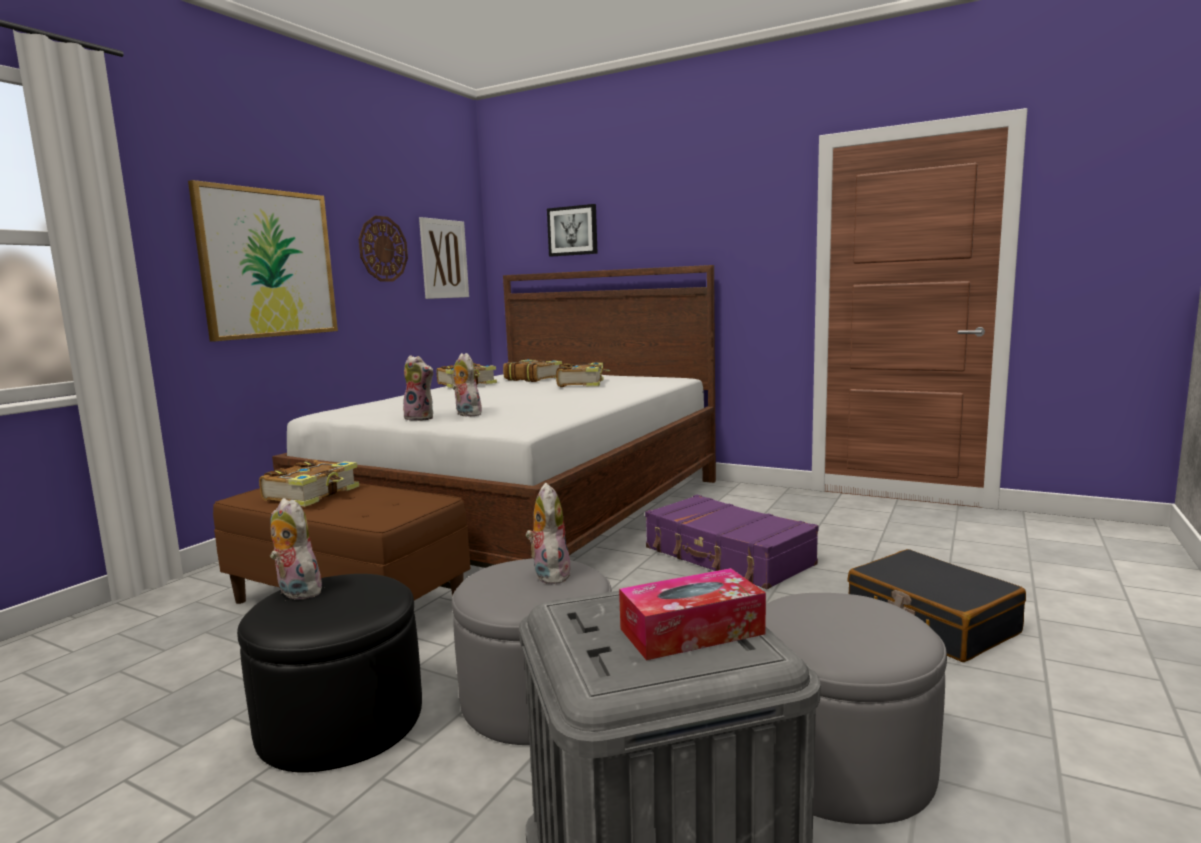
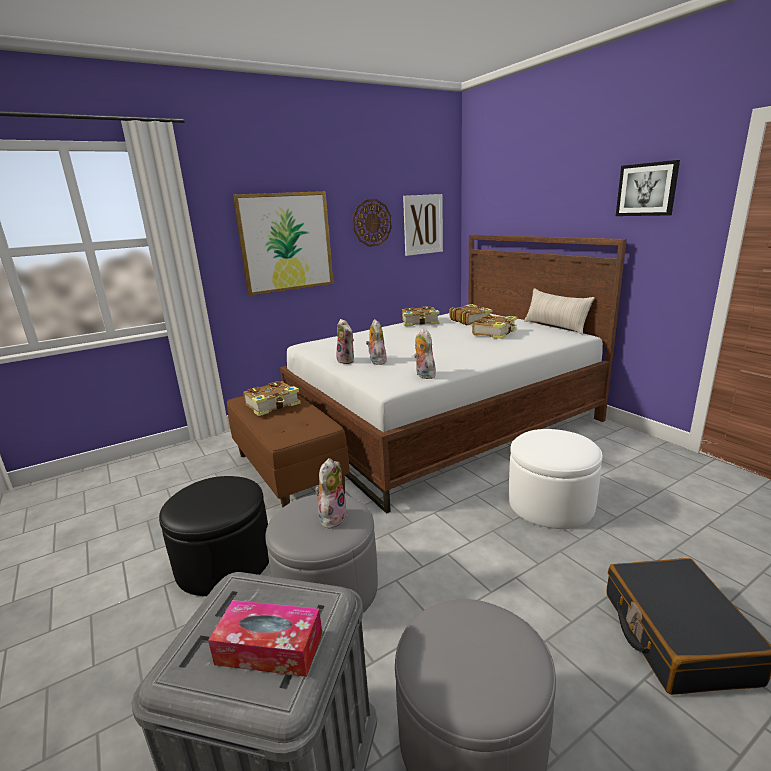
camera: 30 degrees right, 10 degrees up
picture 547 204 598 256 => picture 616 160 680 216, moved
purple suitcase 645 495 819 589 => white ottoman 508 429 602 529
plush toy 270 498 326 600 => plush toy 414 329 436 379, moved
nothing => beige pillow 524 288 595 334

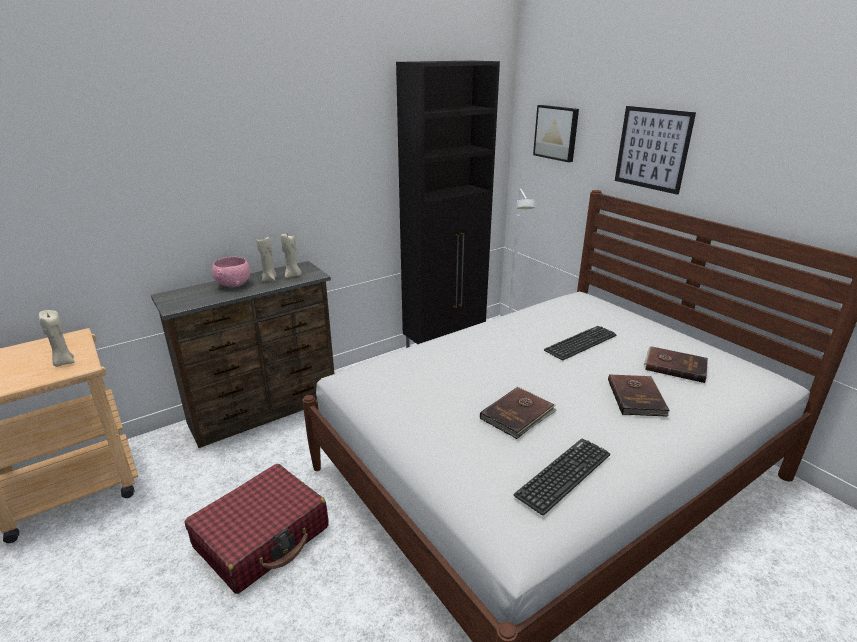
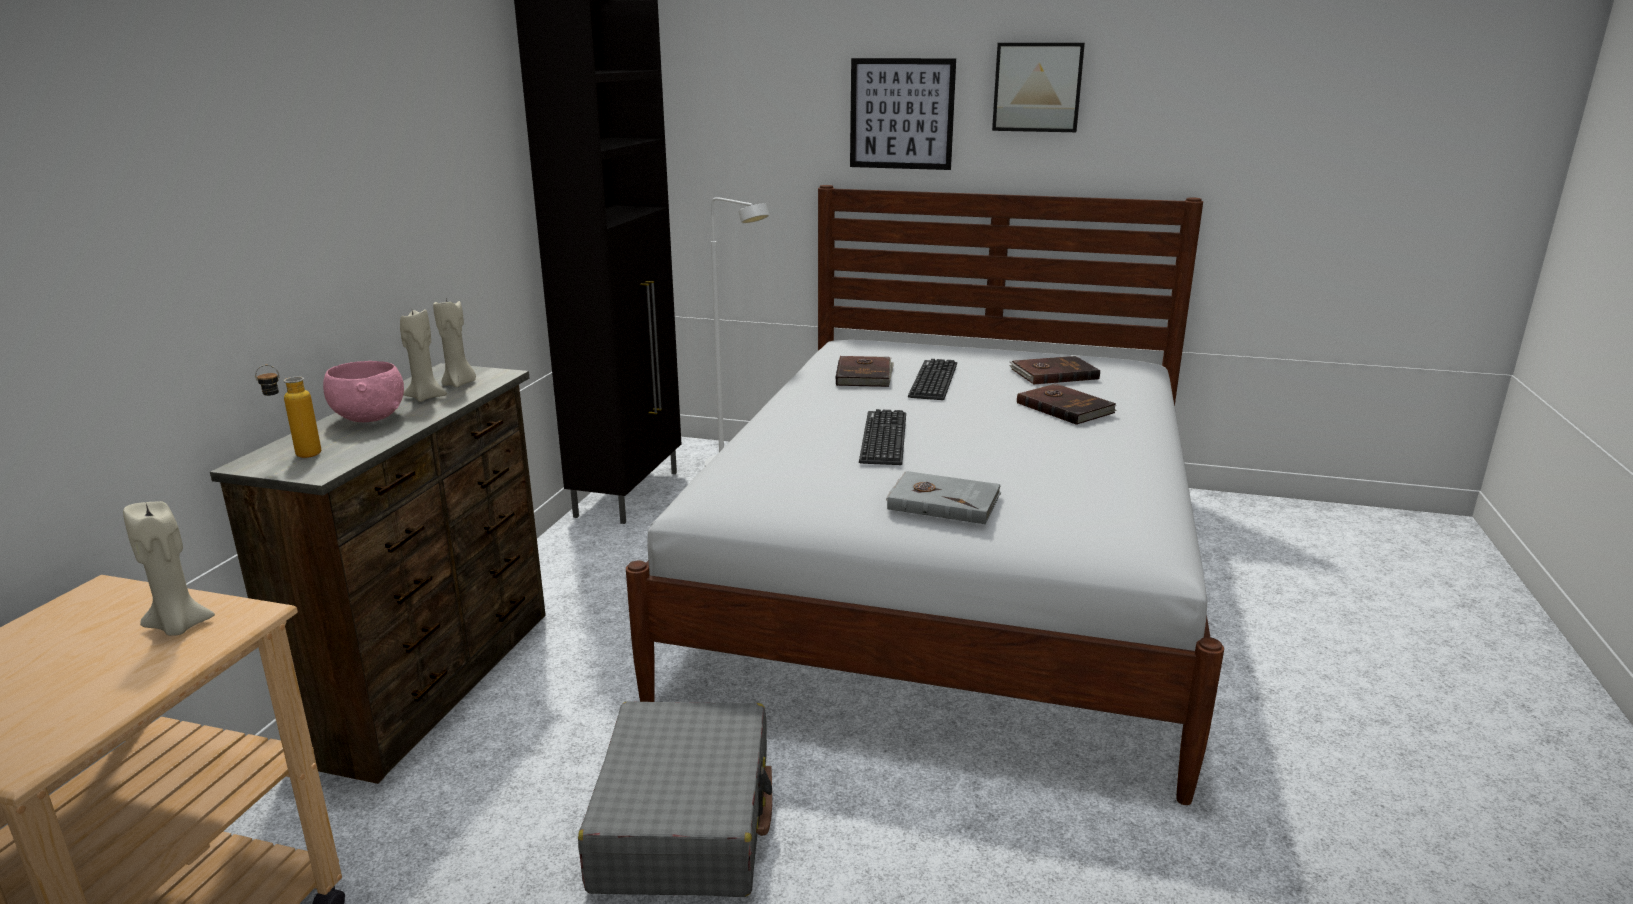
camera: 40 degrees left, 5 degrees down
picture 533 105 579 162 => picture 992 43 1085 132, moved
brown book 480 387 557 439 => brown book 835 356 894 387, moved
keyboard 514 439 610 515 => keyboard 859 409 906 465, moved
red suitcase 185 464 329 594 => grey suitcase 578 701 772 897
nothing => bottle 255 365 321 458
nothing => grey book 886 471 1002 524

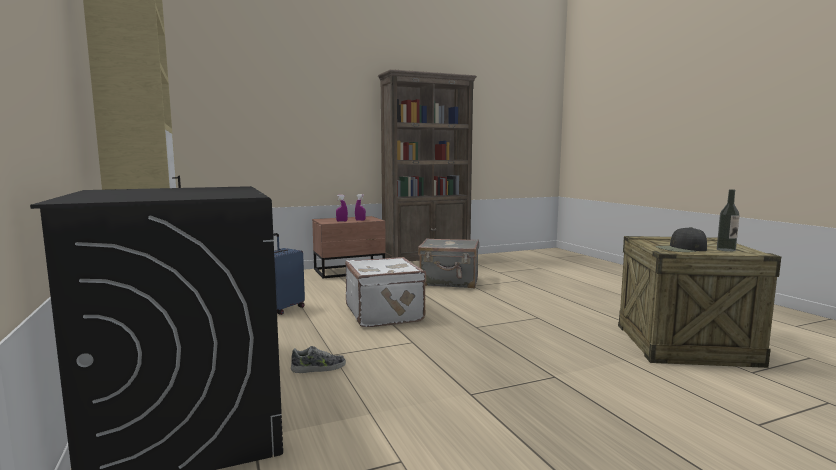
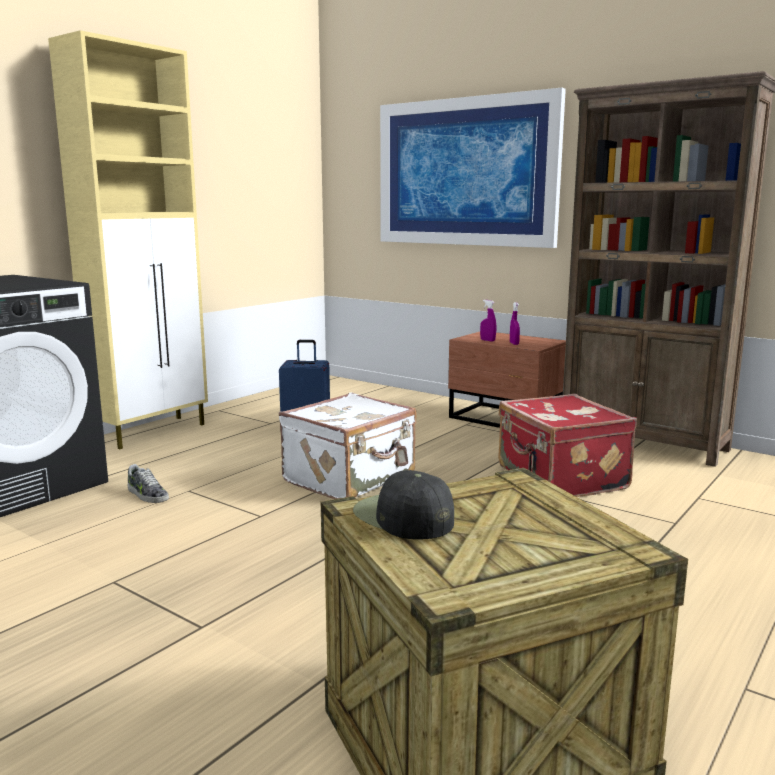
camera: 60 degrees right, 5 degrees up
bottle 717 189 740 252 => nothing
grey suitcase 418 238 479 288 => red suitcase 498 394 637 497
nothing => picture 380 88 566 248

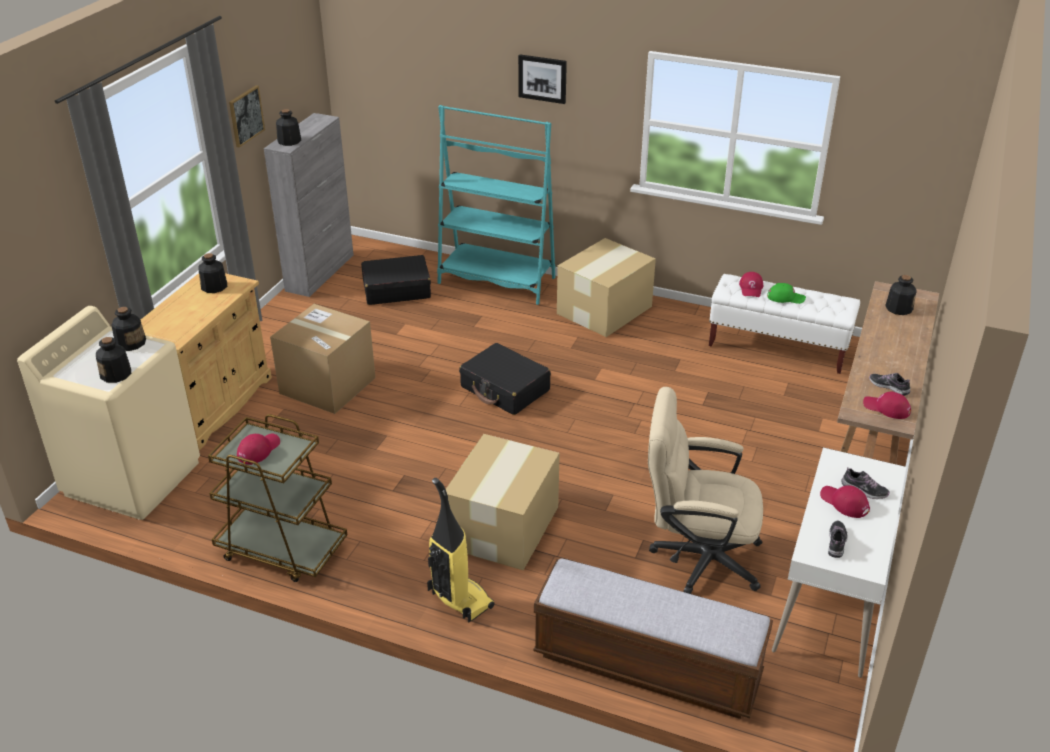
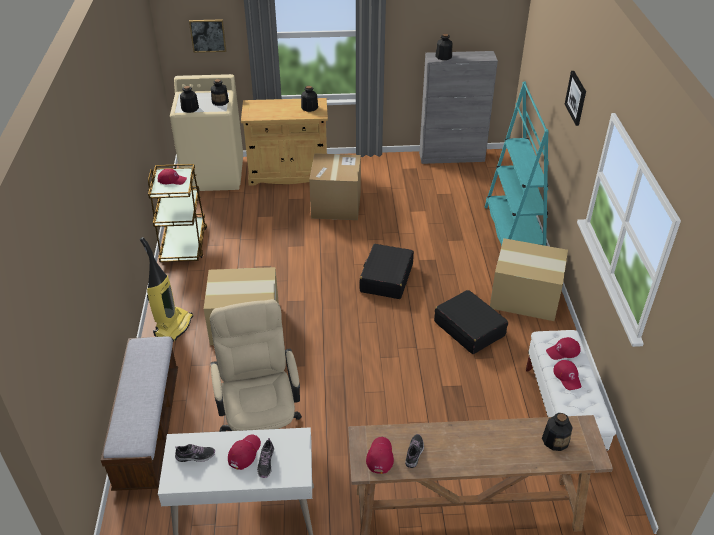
camera: 65 degrees right, 5 degrees up
picture 229 85 265 148 => picture 189 19 227 53, moved
black suitcase 361 255 431 305 => black suitcase 434 290 508 354, moved
green cap 767 283 806 304 => red cap 553 360 581 390

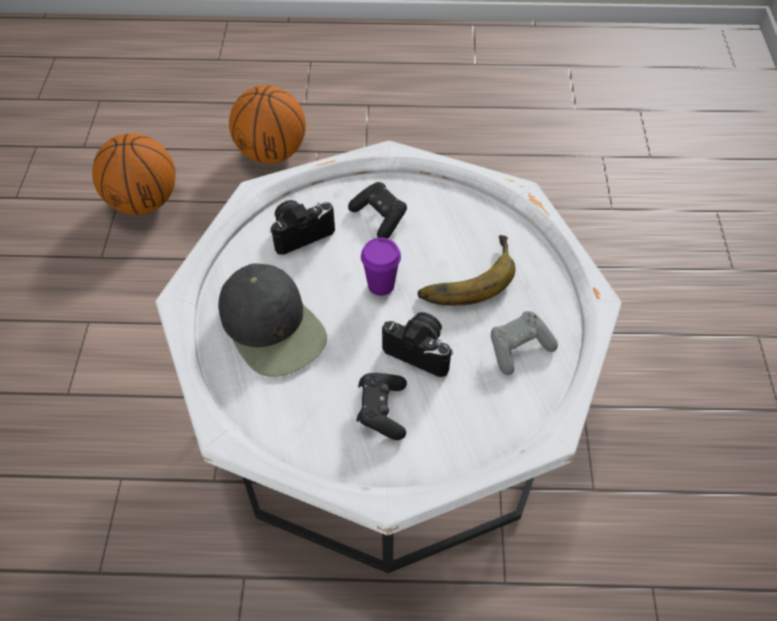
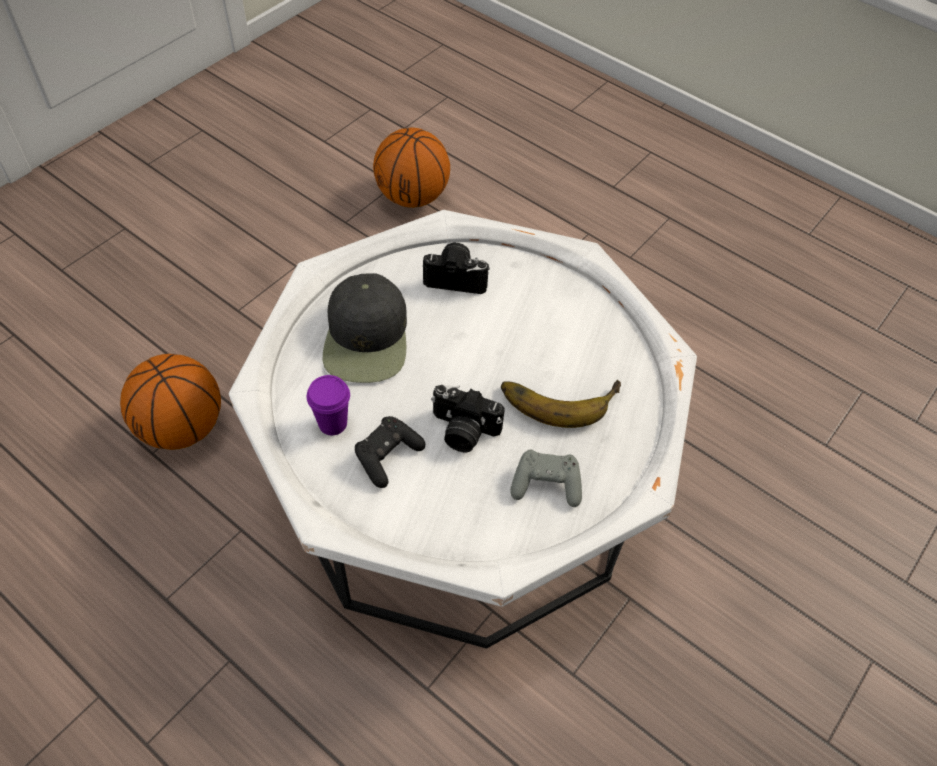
camera: 35 degrees right, 0 degrees up
basketball 229 85 306 164 => basketball 120 354 221 450, moved
black game controller 348 182 407 239 => nothing
purple cup 361 238 401 296 => purple cup 307 375 350 435, moved
photo camera 382 312 453 377 => photo camera 431 385 505 452, 135 degrees clockwise

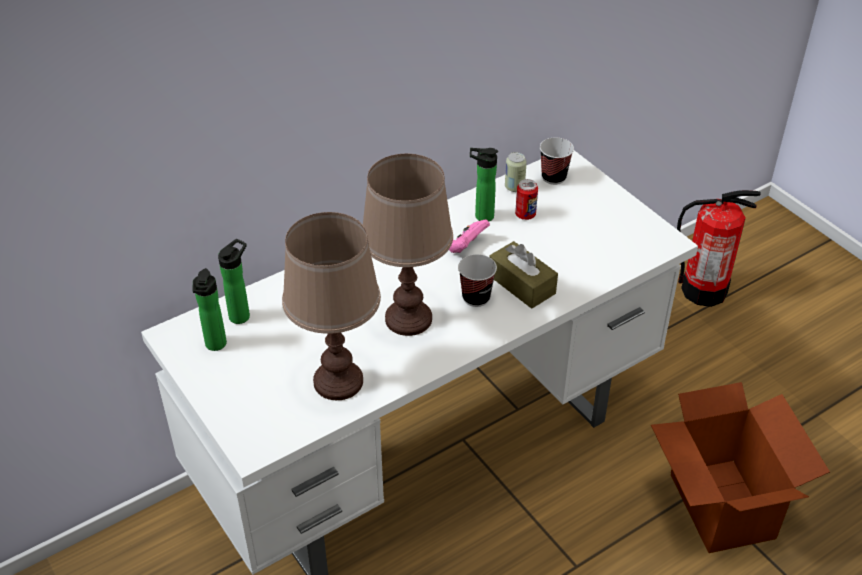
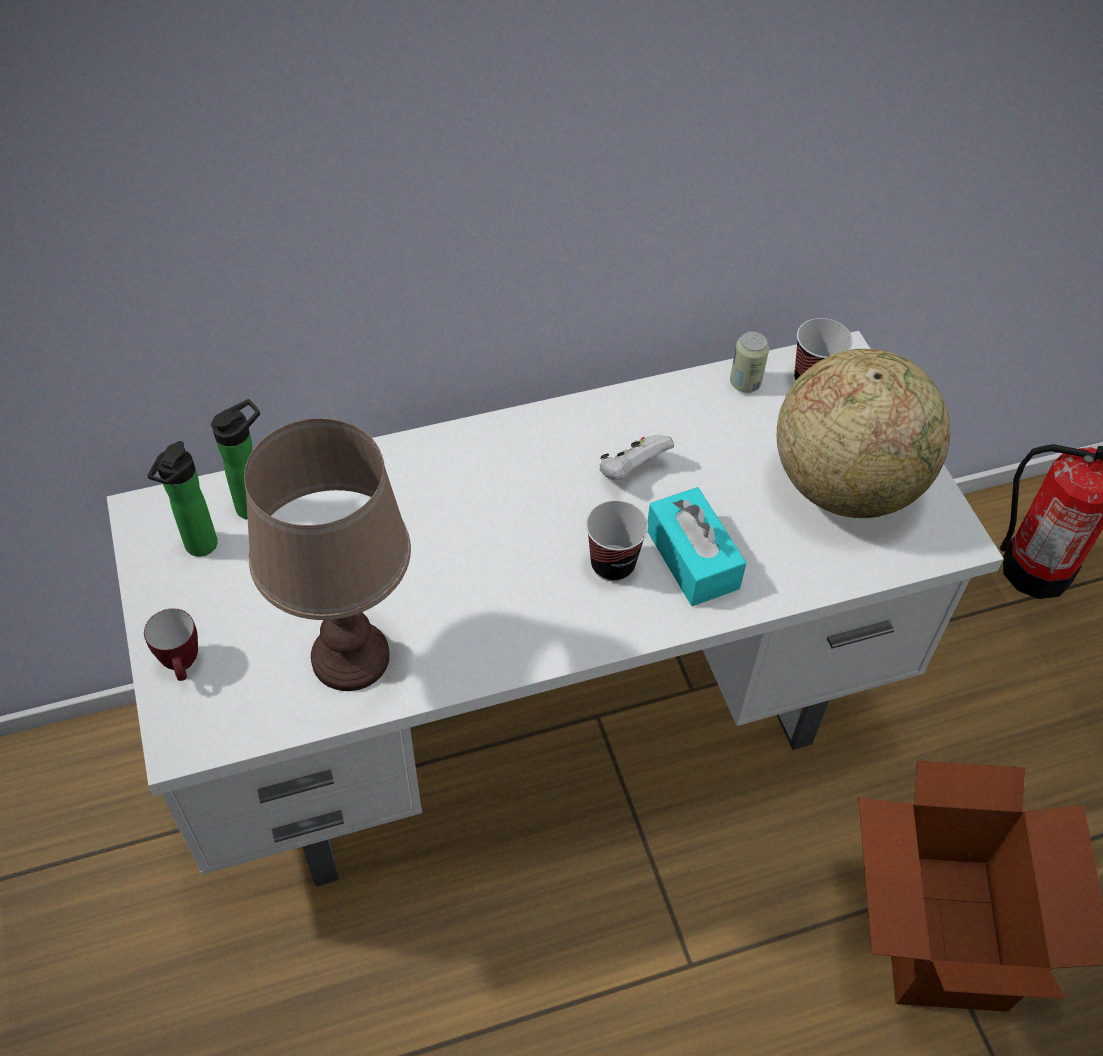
camera: 15 degrees right, 10 degrees up
bottle 470 148 498 222 => nothing
brown table lamp 363 154 453 336 => nothing
can 515 179 538 220 => nothing
pink game controller 447 219 490 253 => white game controller 600 435 674 480
brown tissue box 489 241 558 309 => turquoise tissue box 648 487 746 606
nothing => globe 777 349 950 518
nothing => mug 144 608 198 681

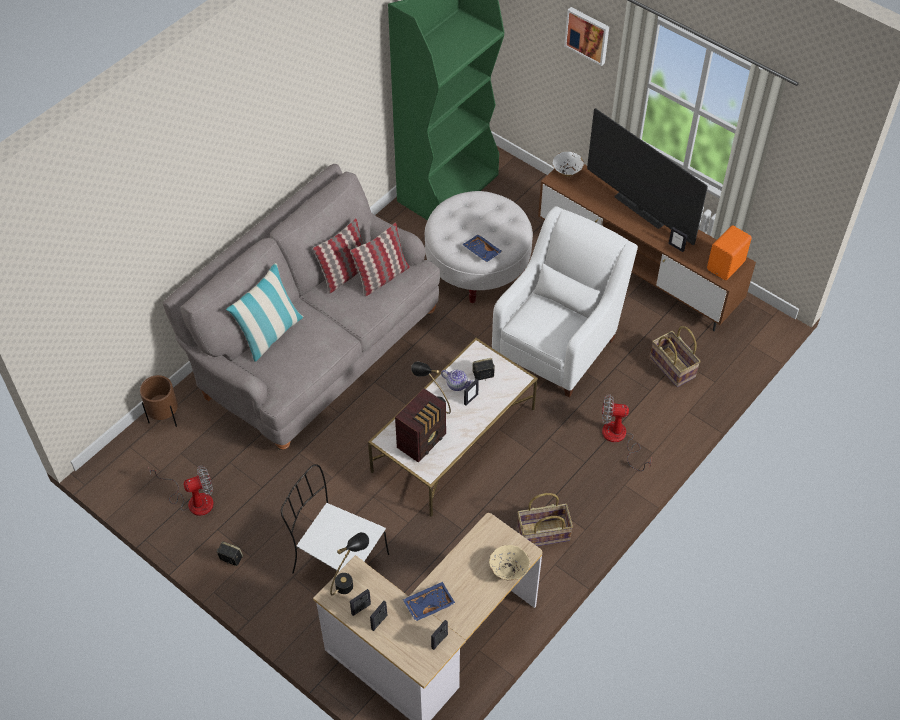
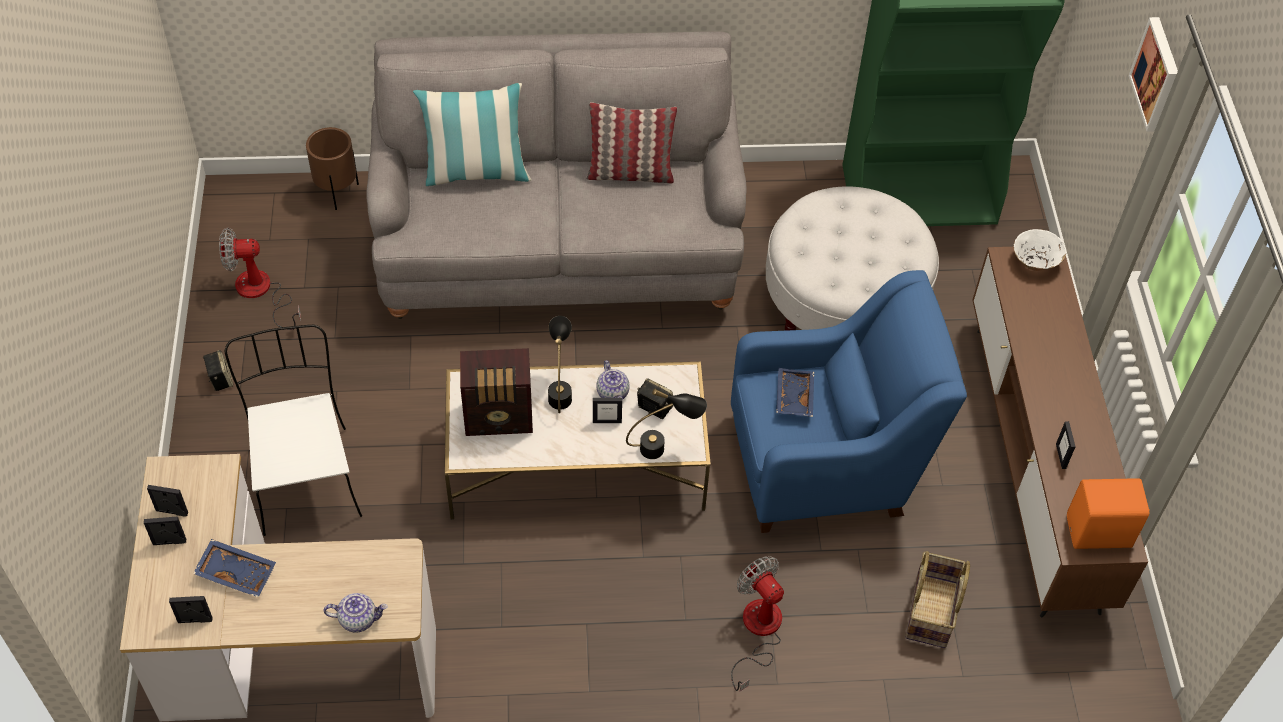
camera: 45 degrees right, 0 degrees up
television 587 108 708 245 => nothing
white armchair 492 206 638 397 => blue armchair 731 270 967 533
pillow 350 222 410 297 => nothing
blue tray 462 234 503 262 => blue tray 776 368 814 417, moved
fan 148 465 214 516 => fan 219 227 301 330, 150 degrees clockwise
basket 517 493 573 546 => nothing
black table lamp 330 532 369 595 => black table lamp 626 389 707 459, moved
beige bowl 489 545 530 581 => teapot 324 593 388 633

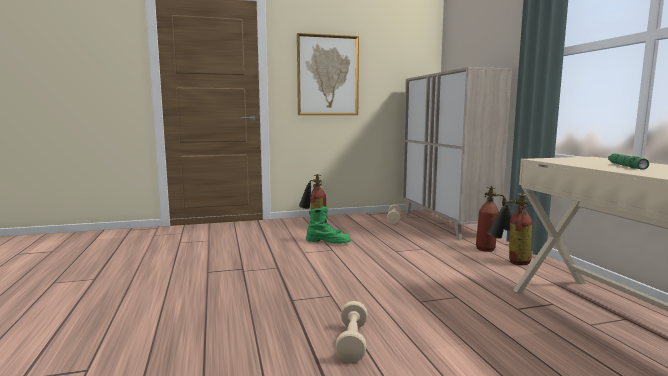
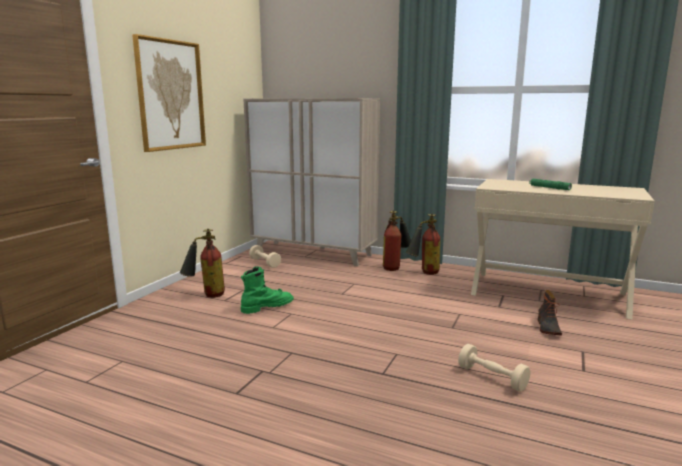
camera: 50 degrees left, 5 degrees up
nothing => boot 538 290 562 336

